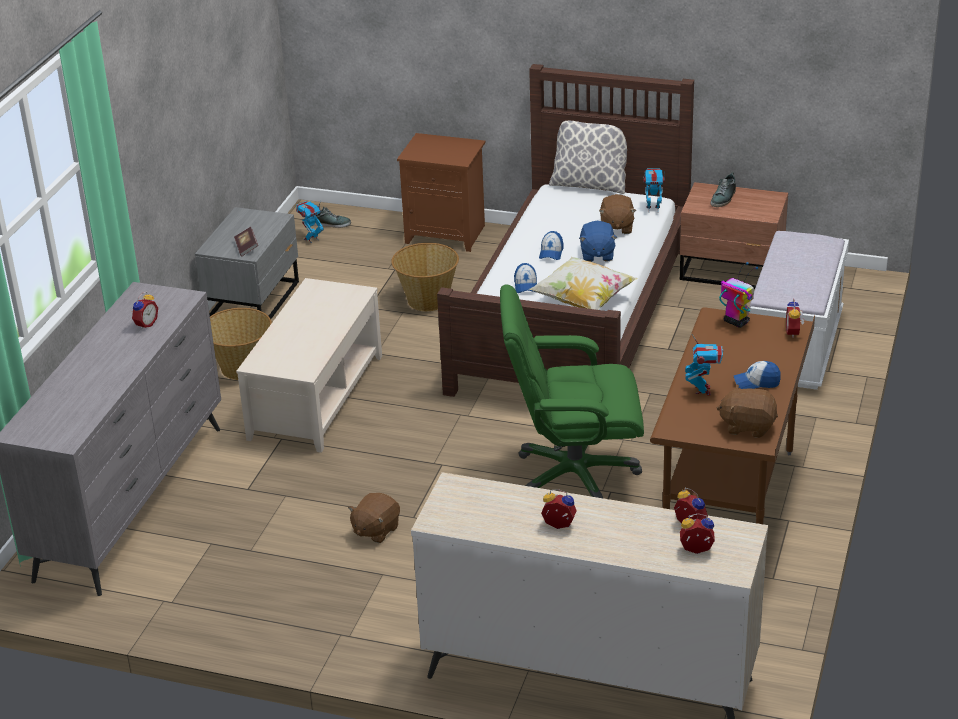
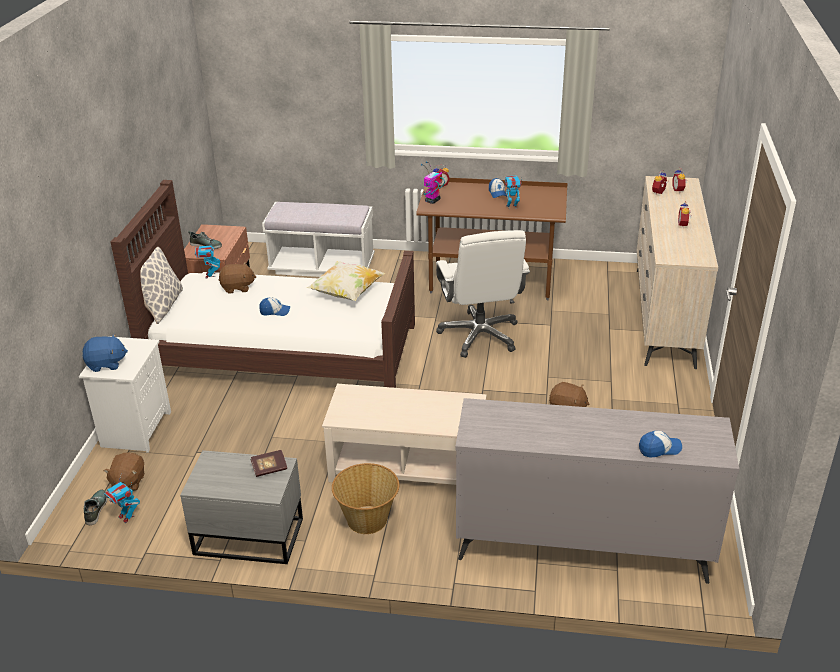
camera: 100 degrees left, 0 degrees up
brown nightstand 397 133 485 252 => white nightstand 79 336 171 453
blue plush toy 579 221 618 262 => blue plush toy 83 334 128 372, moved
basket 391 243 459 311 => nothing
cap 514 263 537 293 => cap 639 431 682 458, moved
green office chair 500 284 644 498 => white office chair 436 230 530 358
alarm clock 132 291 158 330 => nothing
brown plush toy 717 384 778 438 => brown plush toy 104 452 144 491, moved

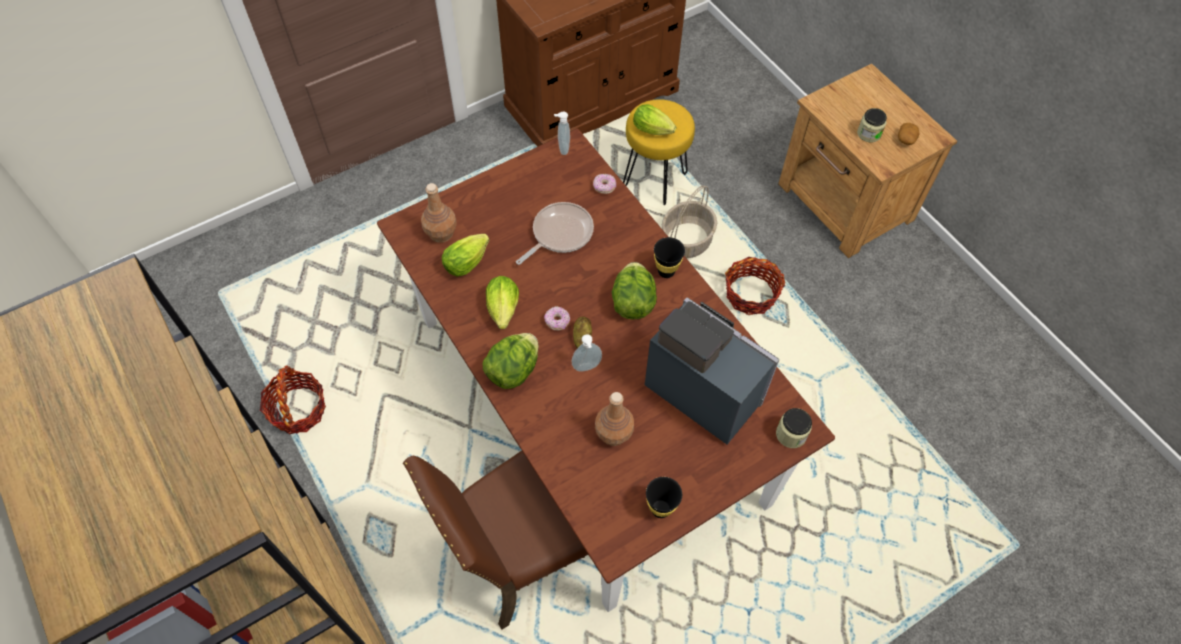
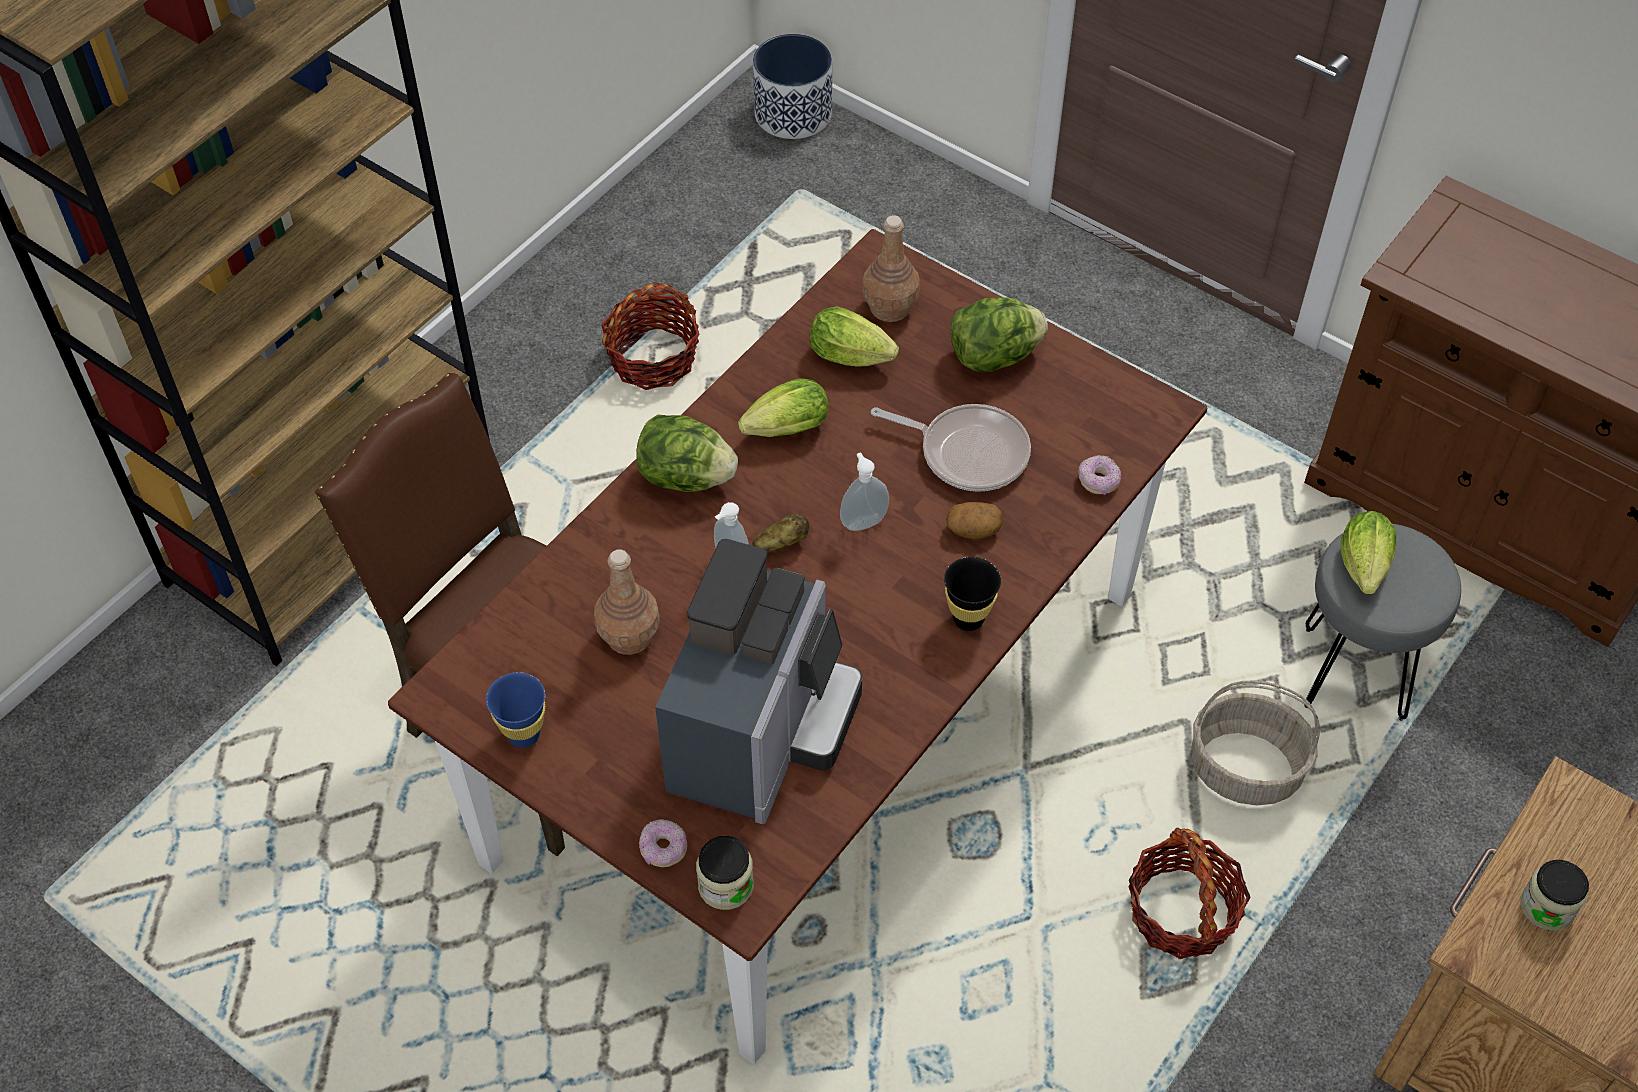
camera: 70 degrees right, 5 degrees down
yellow stool 623 99 695 205 => grey stool 1304 524 1461 720
soap dispenser 554 111 570 155 => soap dispenser 840 452 889 531, moved
potato 898 123 920 145 => potato 946 502 1002 540, moved
lettuce 612 262 657 320 => lettuce 950 297 1048 372, moved
donut 544 306 570 331 => donut 639 819 687 867, moved
black cup 646 477 682 518 => blue cup 486 672 545 748
nothing => planter 753 34 832 139

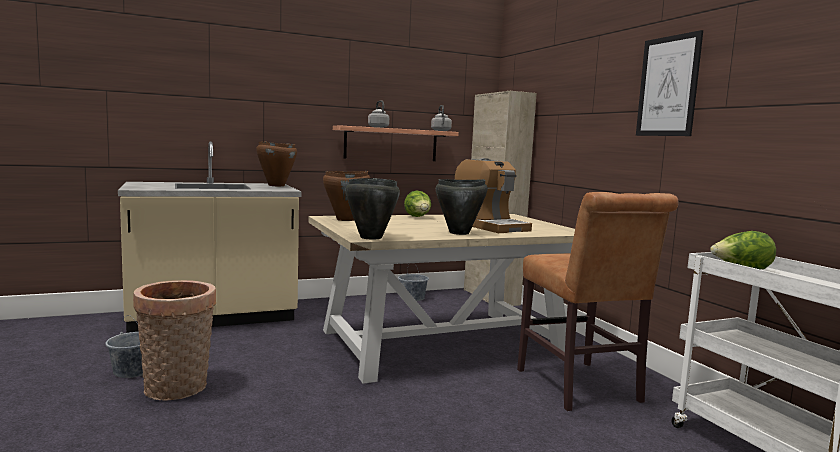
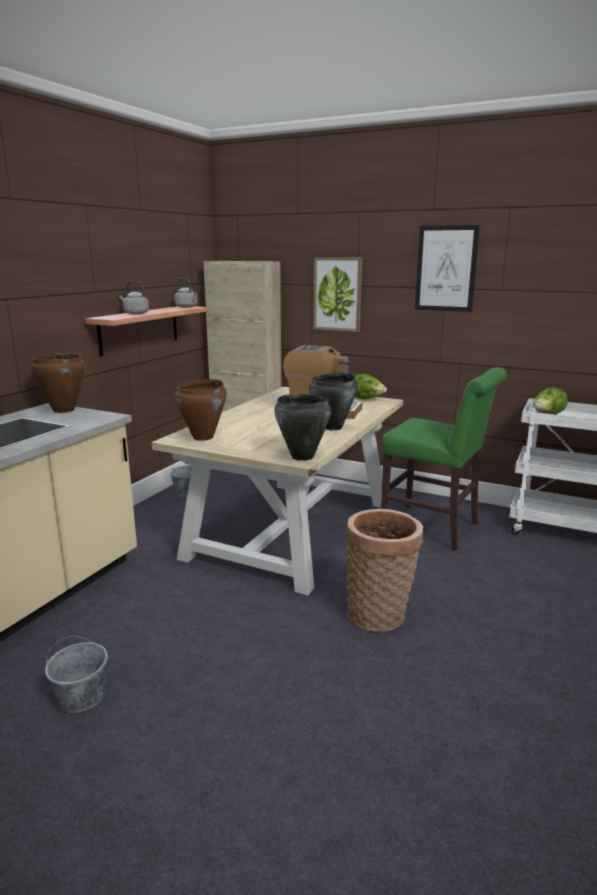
camera: 40 degrees left, 10 degrees up
lettuce 404 191 431 217 => lettuce 355 374 387 399, moved
brown chair 517 192 679 411 => green chair 381 367 507 551
basket 133 280 216 401 => basket 345 509 423 632, moved
nothing => picture 313 257 362 332

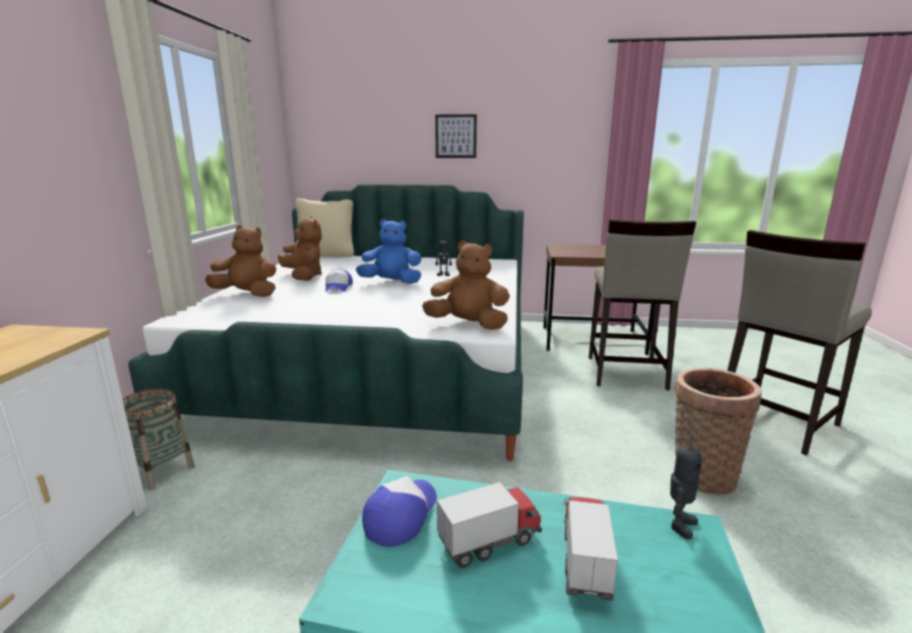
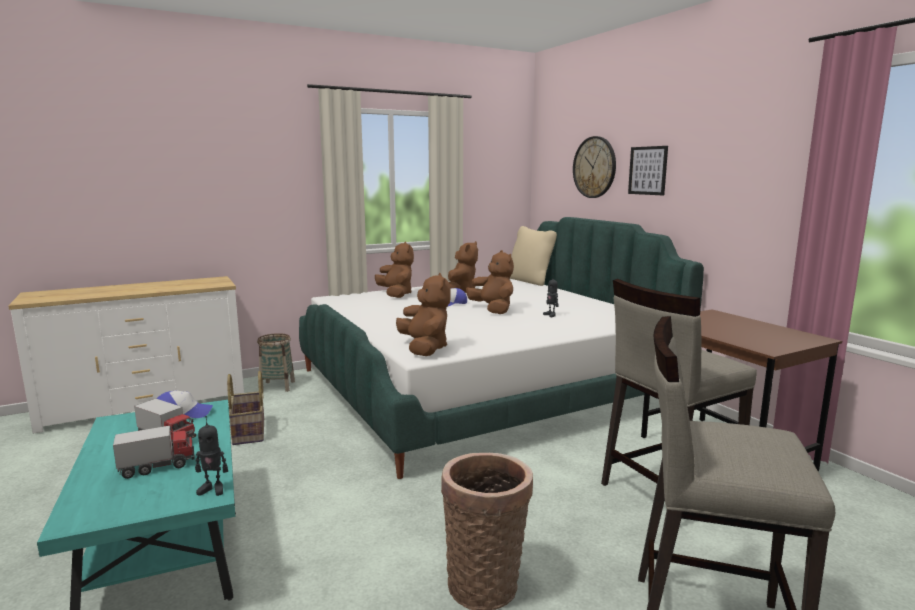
camera: 55 degrees right, 5 degrees down
blue plush toy 356 219 422 284 => brown plush toy 466 250 514 314
nothing => wall clock 573 136 616 198
nothing => basket 227 371 264 445

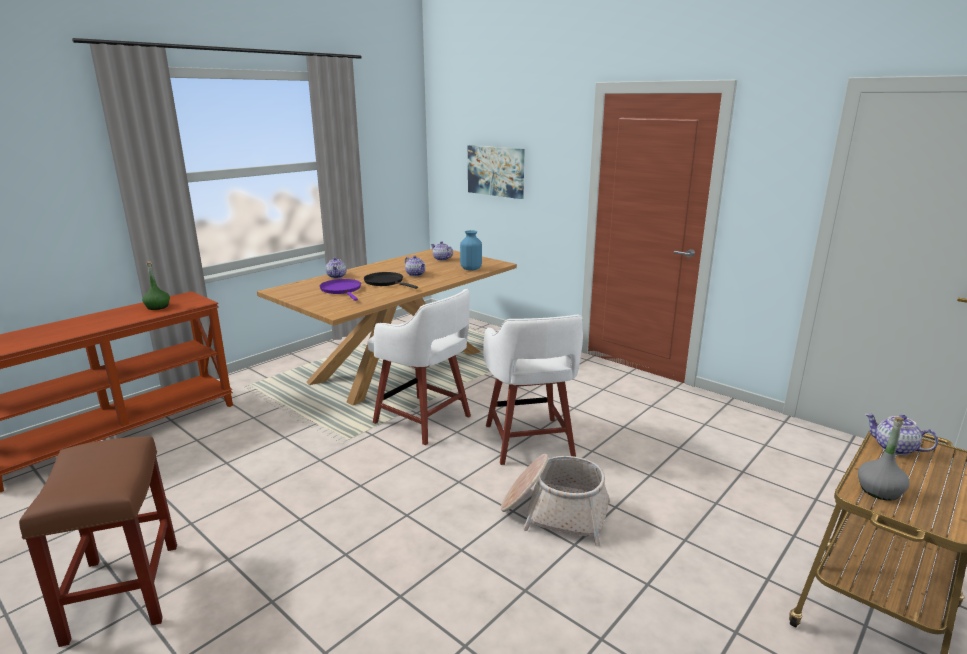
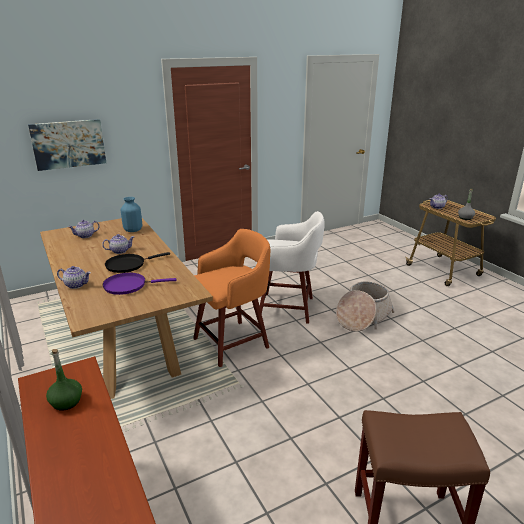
camera: 70 degrees left, 5 degrees up
white stool 368 289 471 445 => orange stool 193 229 270 367

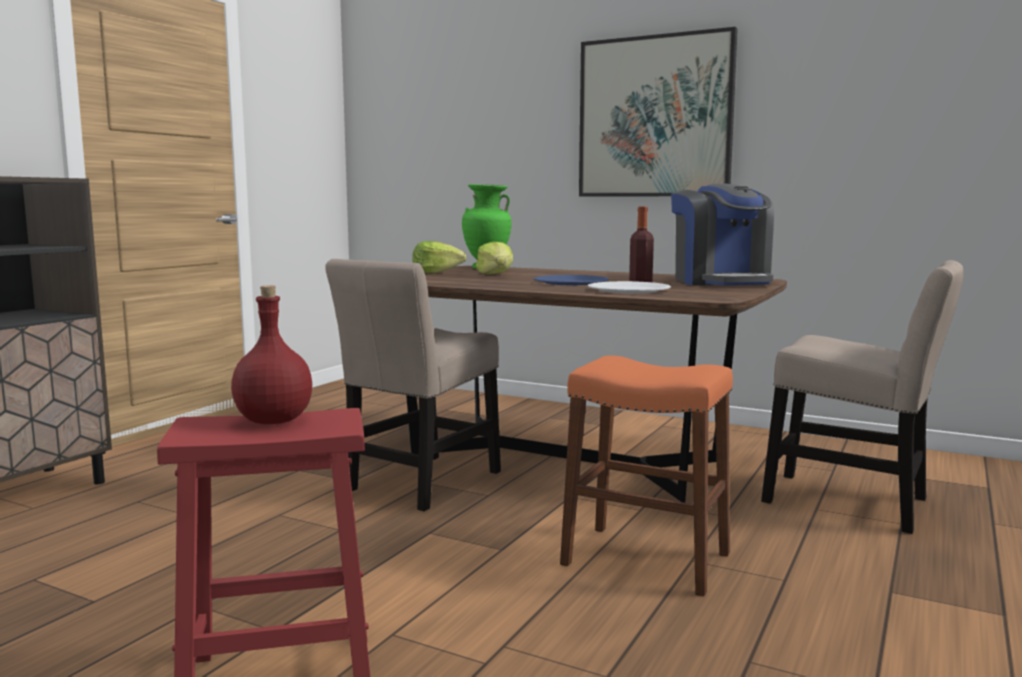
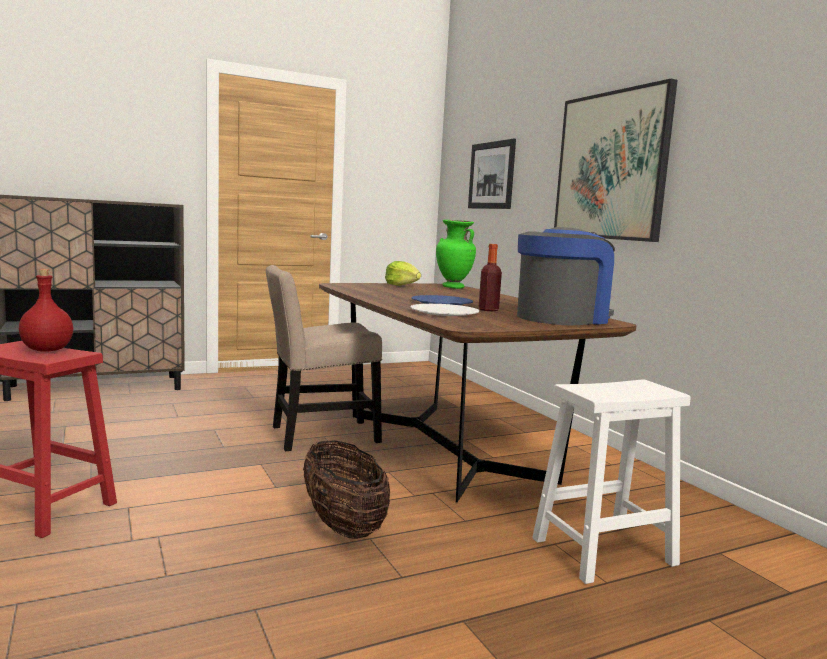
camera: 35 degrees right, 0 degrees up
coffee machine 671 184 774 285 => coffee machine 517 227 615 325, 150 degrees counterclockwise
lettuce 476 242 513 274 => nothing
beige chair 761 260 963 534 => white stool 532 380 690 584
orange stool 560 355 733 597 => basket 303 440 390 539
nothing => picture 468 139 516 209

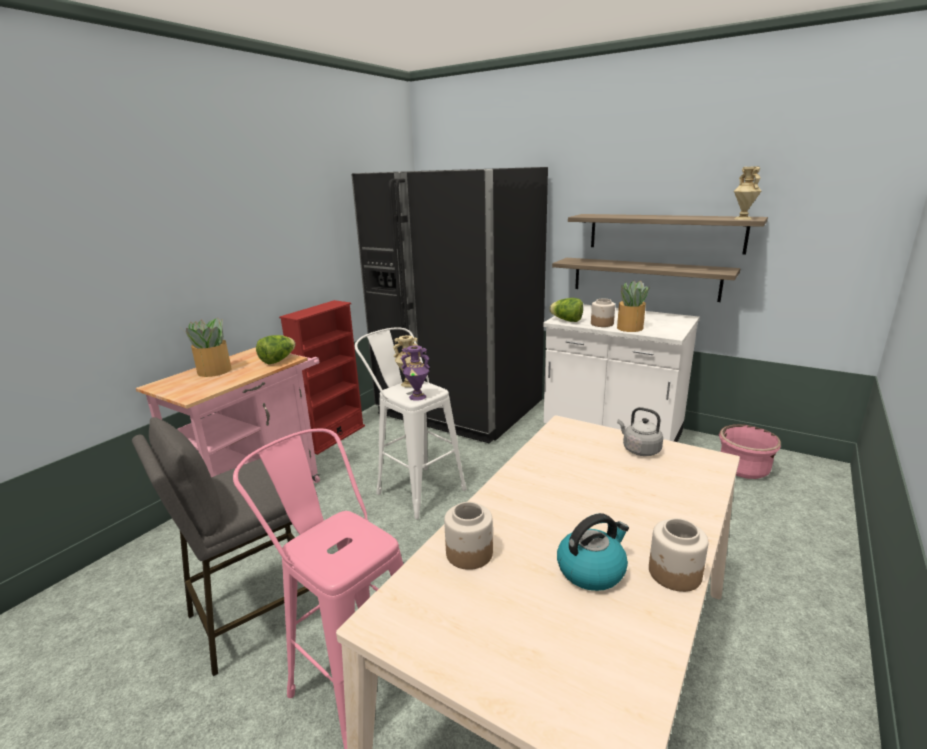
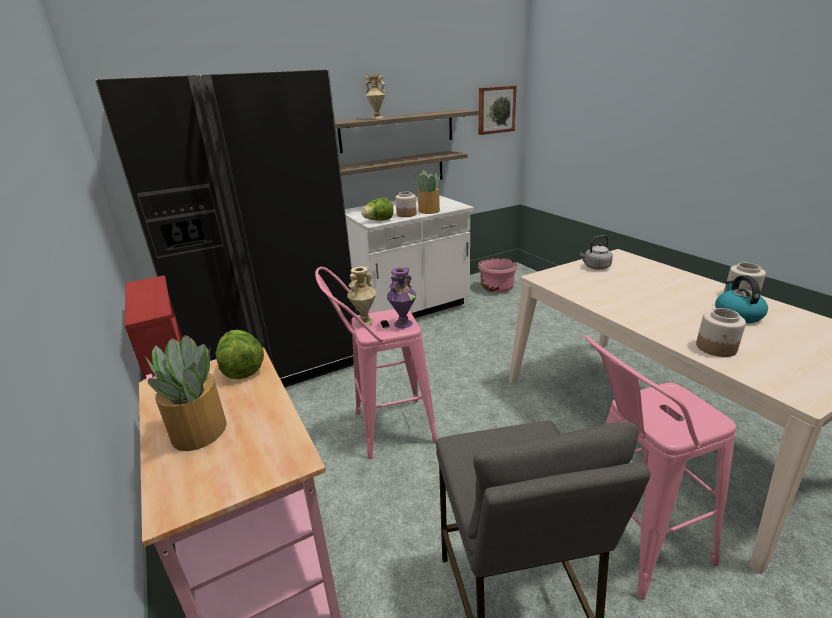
camera: 60 degrees left, 5 degrees up
beige vase 734 166 761 220 => beige vase 365 75 385 119, moved
white stool 355 327 467 519 => pink stool 315 267 438 459
nothing => picture 479 86 517 135

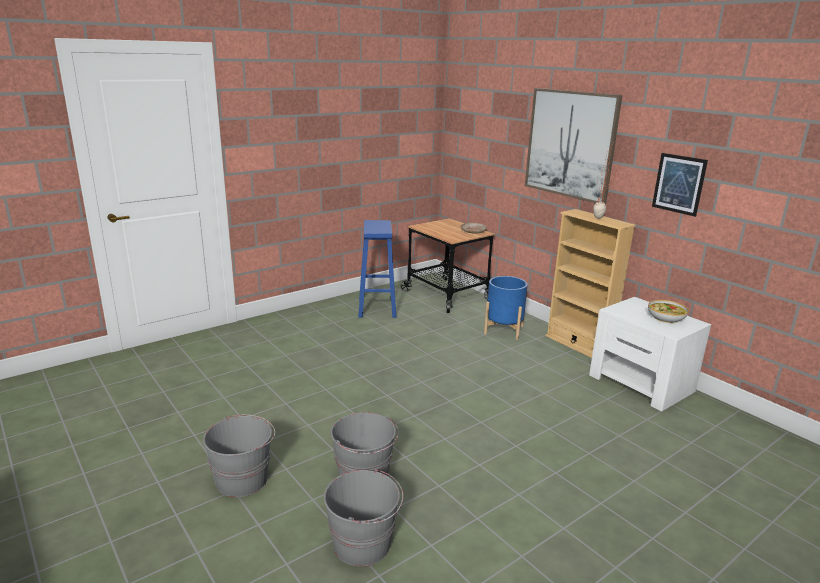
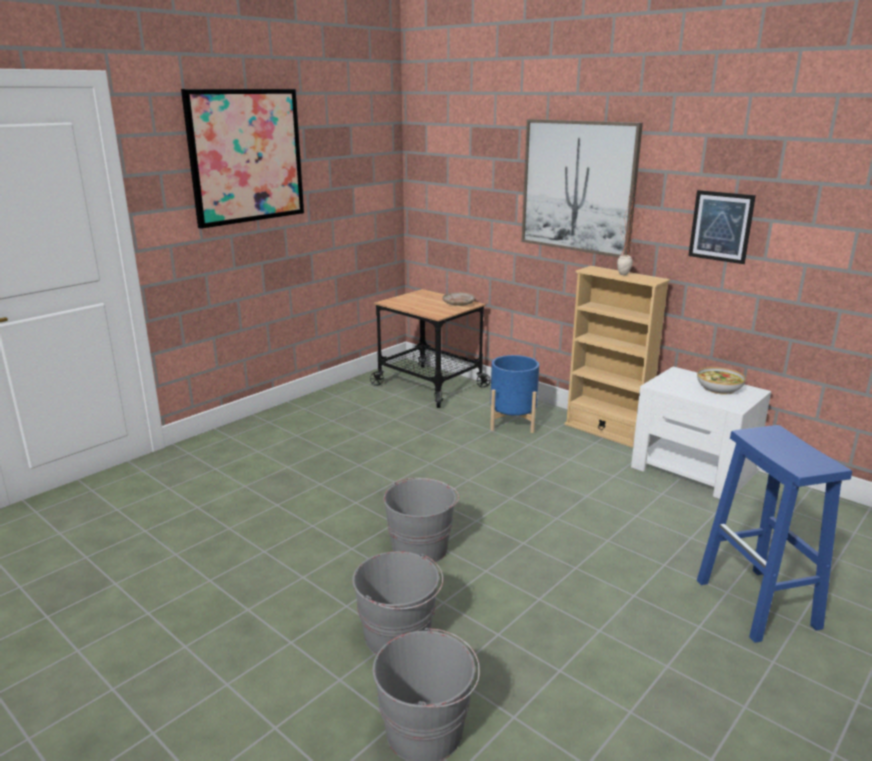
camera: 10 degrees left, 0 degrees up
blue stool 358 220 396 318 => blue stool 697 425 852 643, moved
grey bucket 203 414 275 497 => grey bucket 384 478 459 563, moved
nothing => picture 181 89 304 229

